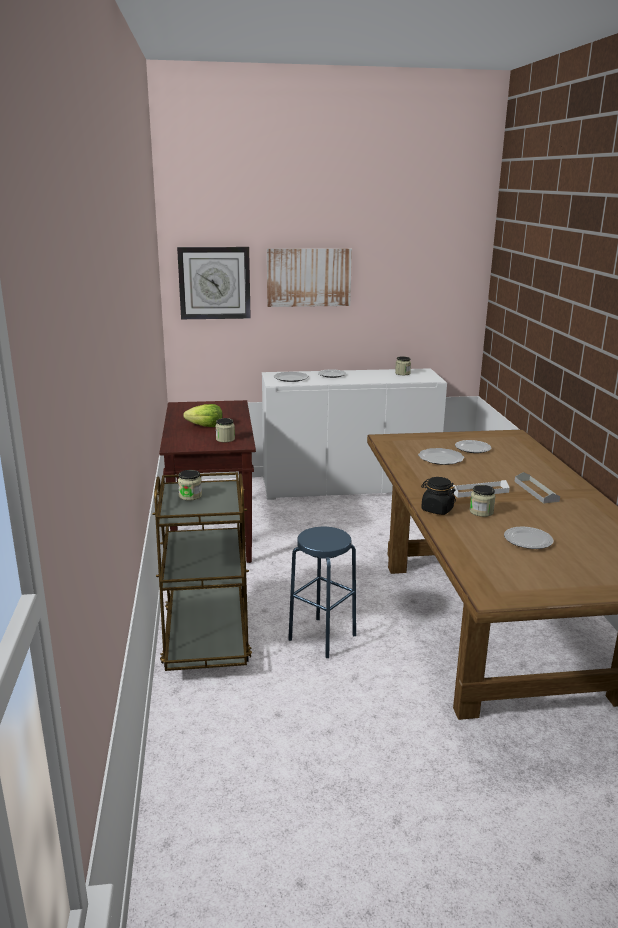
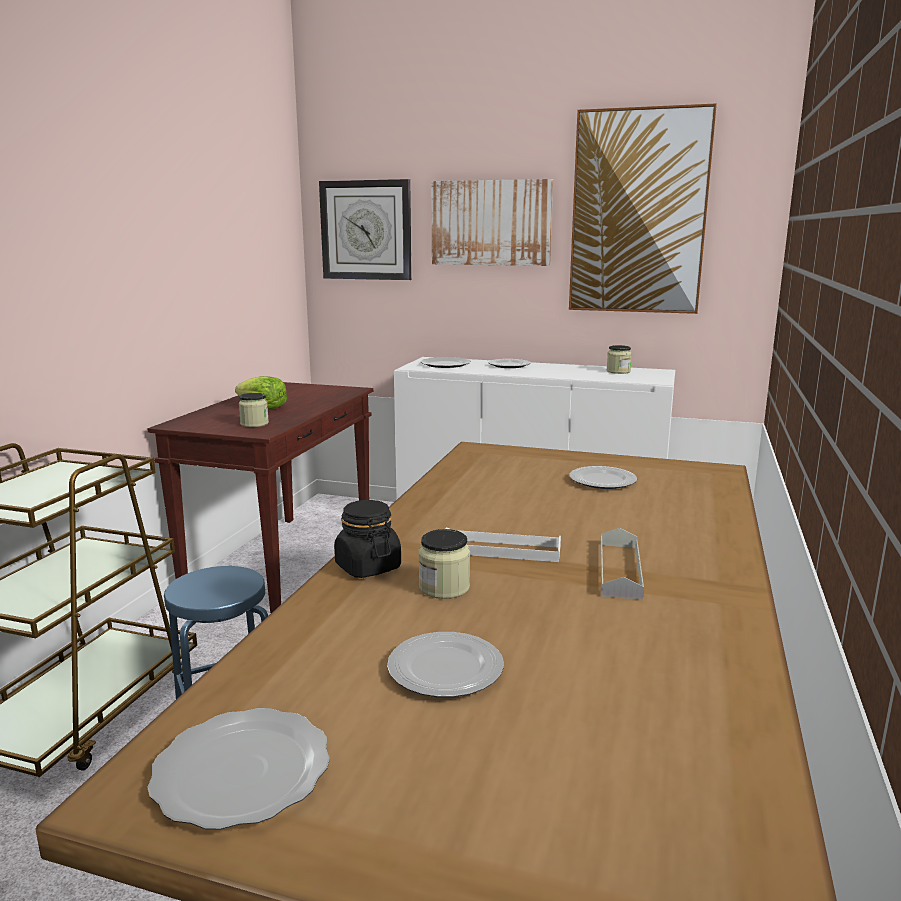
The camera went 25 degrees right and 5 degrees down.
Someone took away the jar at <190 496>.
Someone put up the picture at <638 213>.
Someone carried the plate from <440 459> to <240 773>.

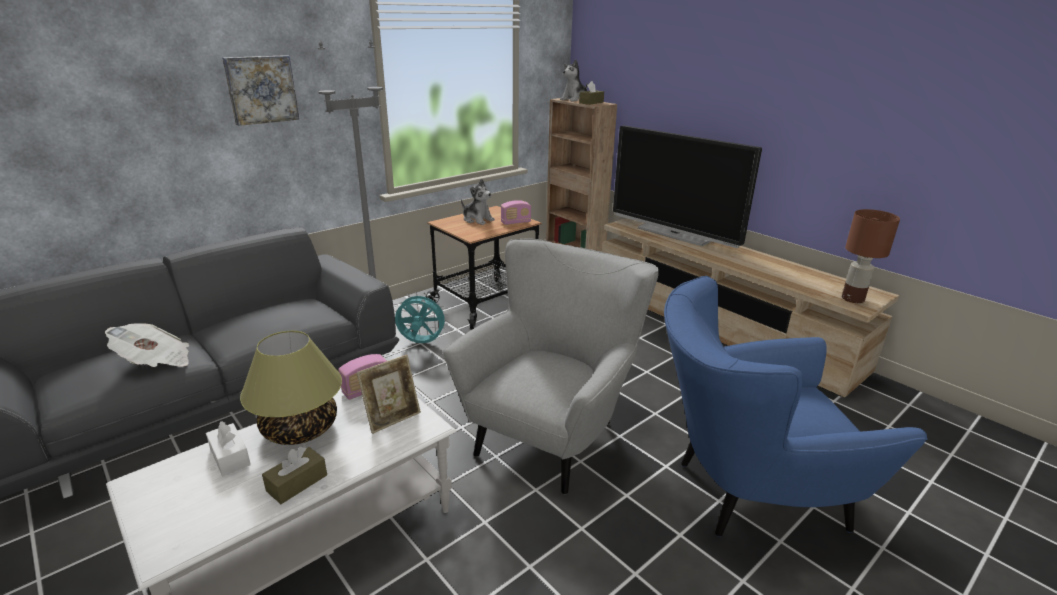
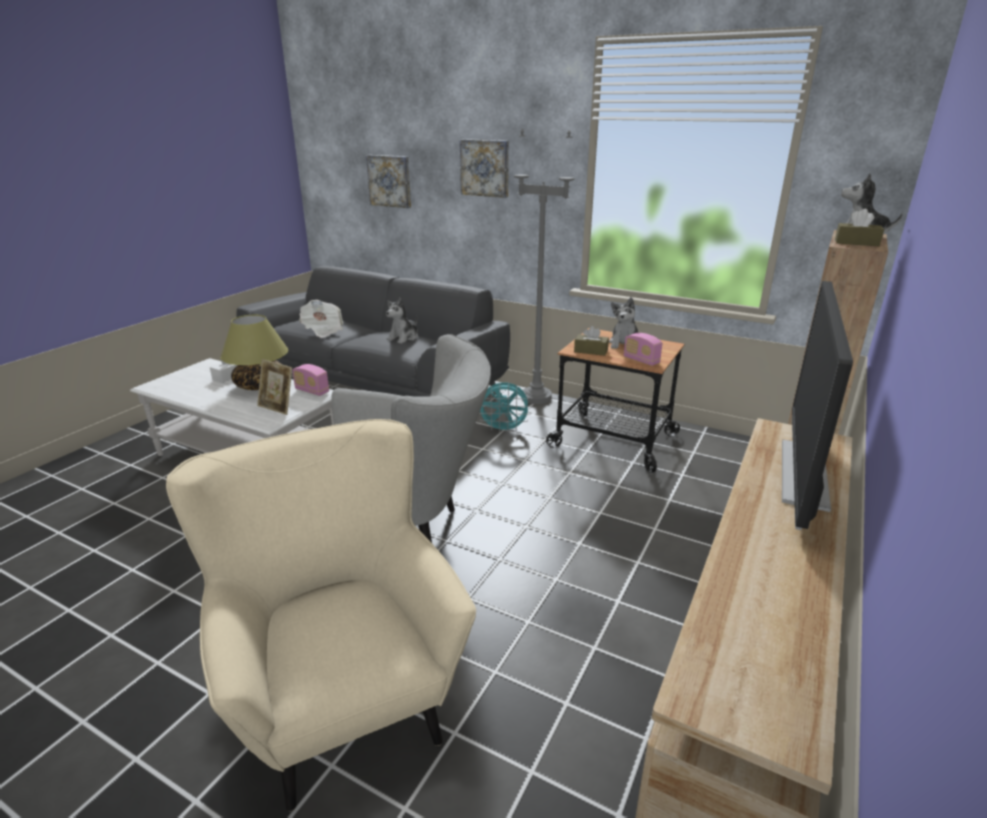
The camera went 70 degrees right and 0 degrees up.
Someone took away the brown table lamp at <853 299>.
Someone put up the picture at <390 181>.
Someone put down the plush toy at <403 338>.
Someone carried the brown tissue box from <297 483> to <591 351>.
Someone repainted the blue armchair at <747 494>, which became the beige armchair at <341 692>.
Someone rotated the turquoise fan at <421 343> by 105 degrees clockwise.

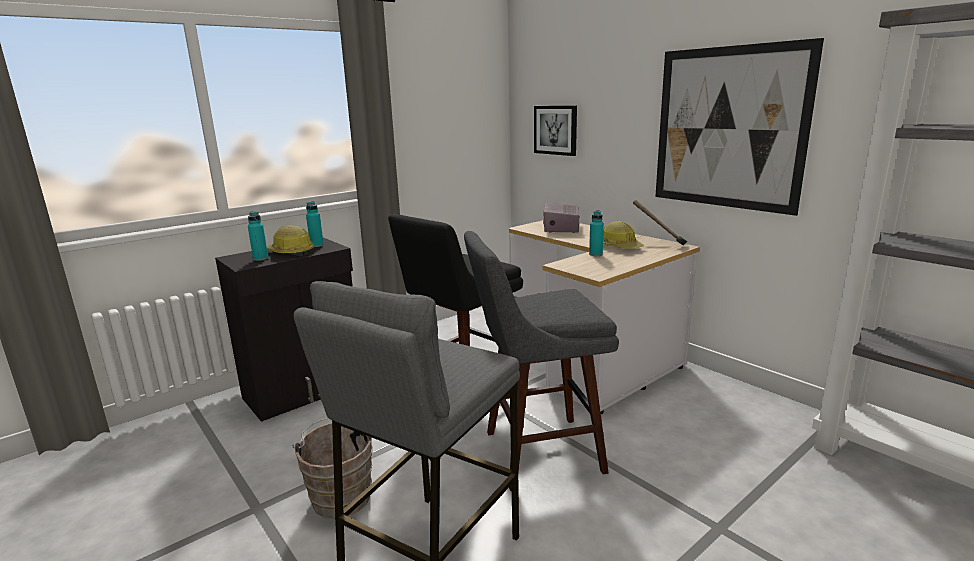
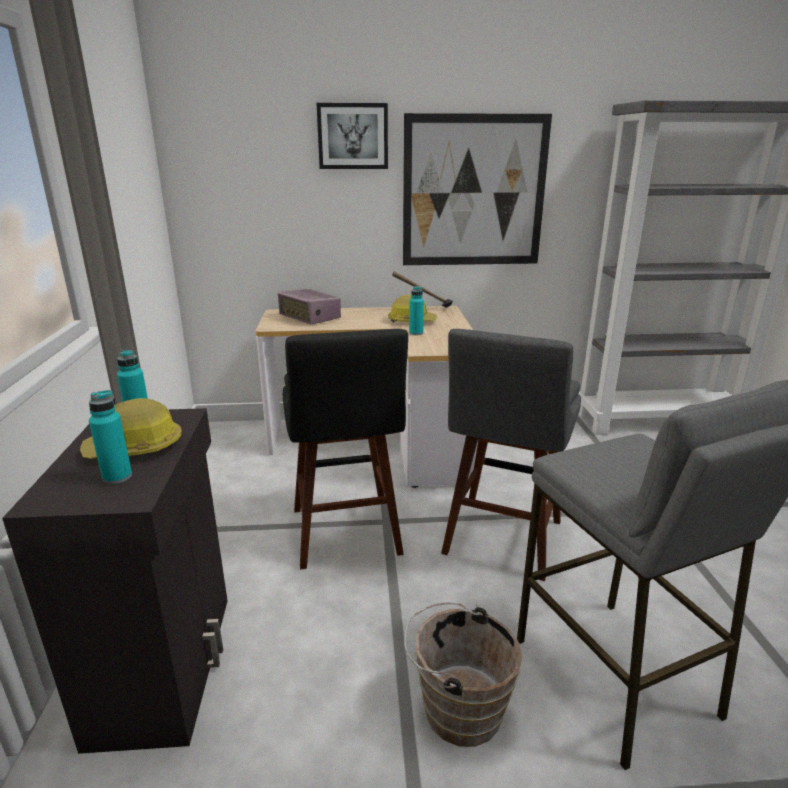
The camera went 55 degrees left and 5 degrees up.
Someone carried the picture from <556 130> to <353 136>.

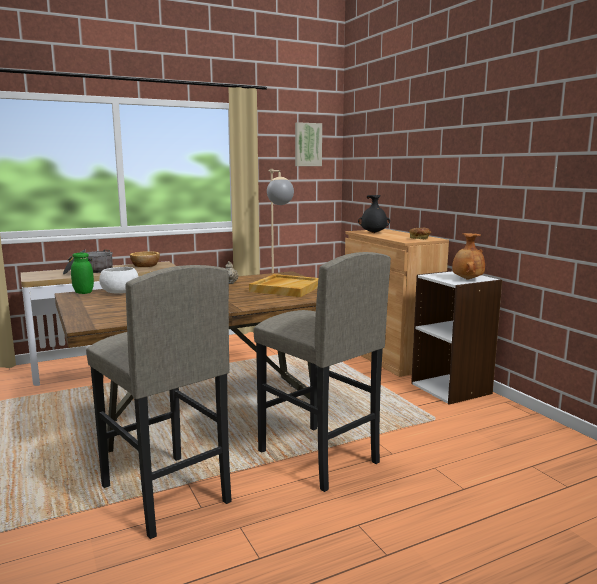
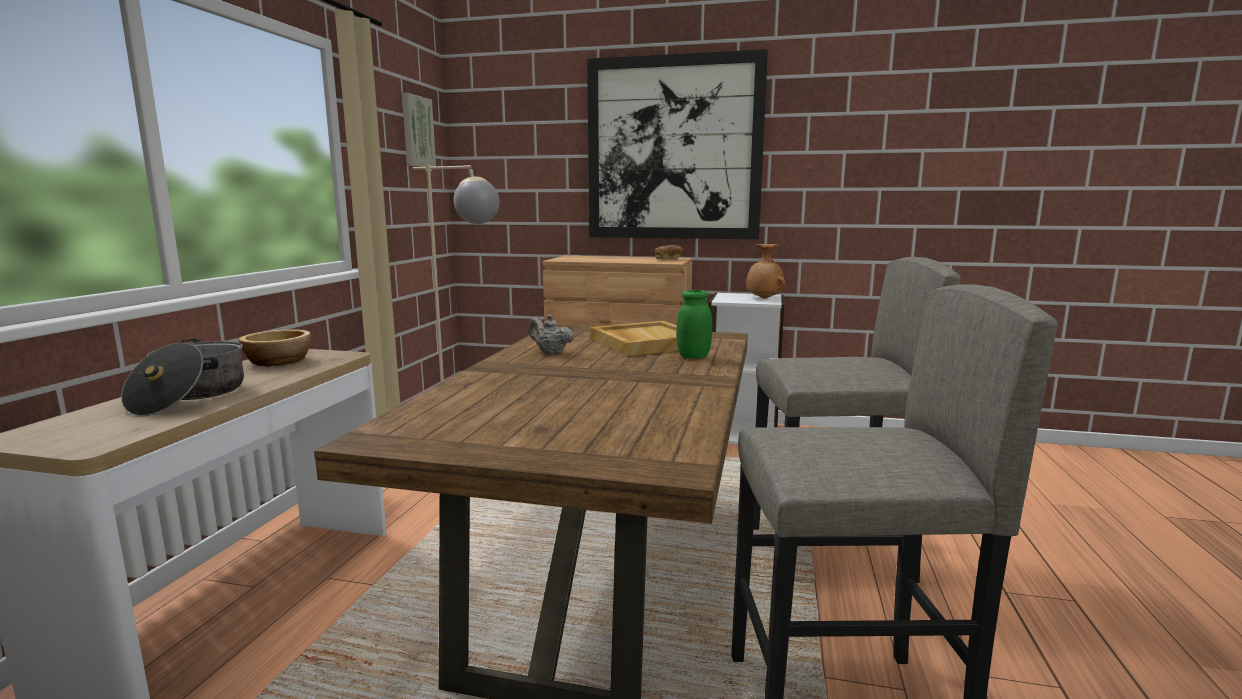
The camera went 50 degrees left and 0 degrees up.
Someone took away the white bowl at <120 292>.
Someone took away the black vase at <373 233>.
Someone put up the picture at <673 149>.
Someone carried the green jar from <83 292> to <693 357>.

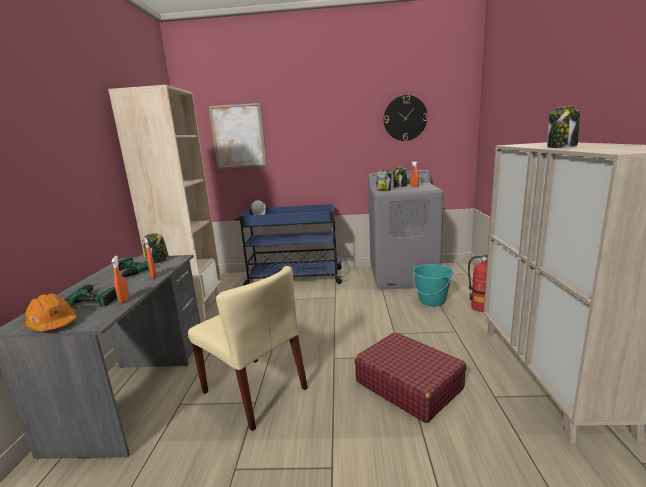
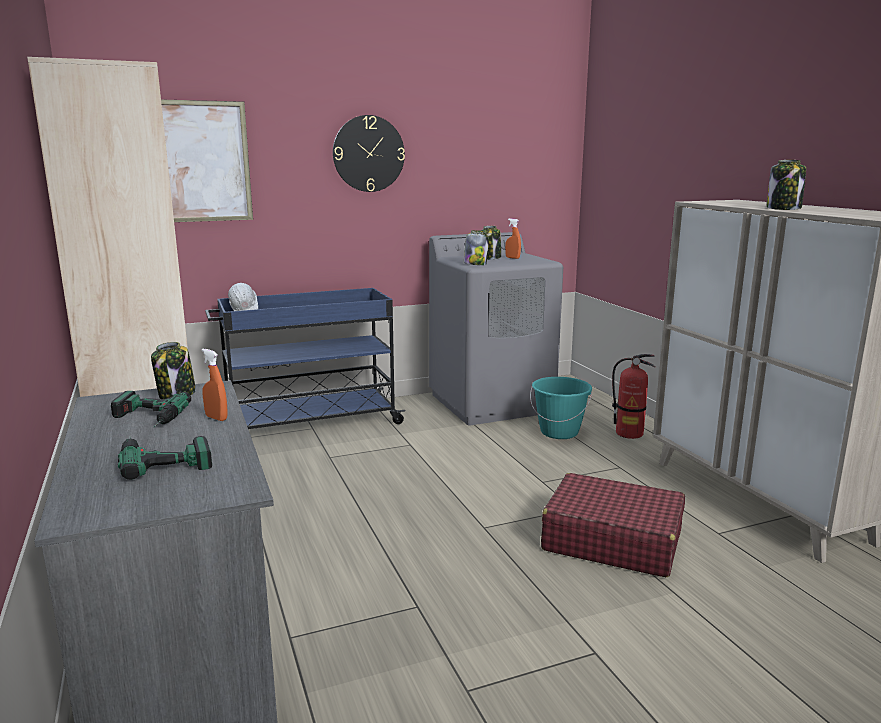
The camera went 25 degrees left and 0 degrees up.
Someone took away the orange hard hat at <53 324>.
Someone took away the orange spray bottle at <124 300>.
Someone took away the beige chair at <255 390>.
Someone carried the wall clock from <405 118> to <368 154>.

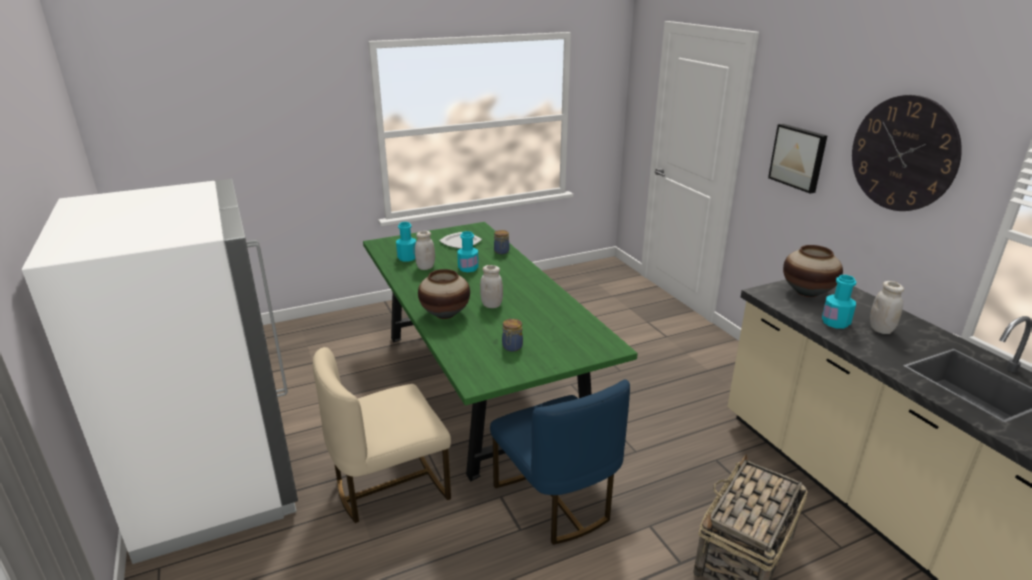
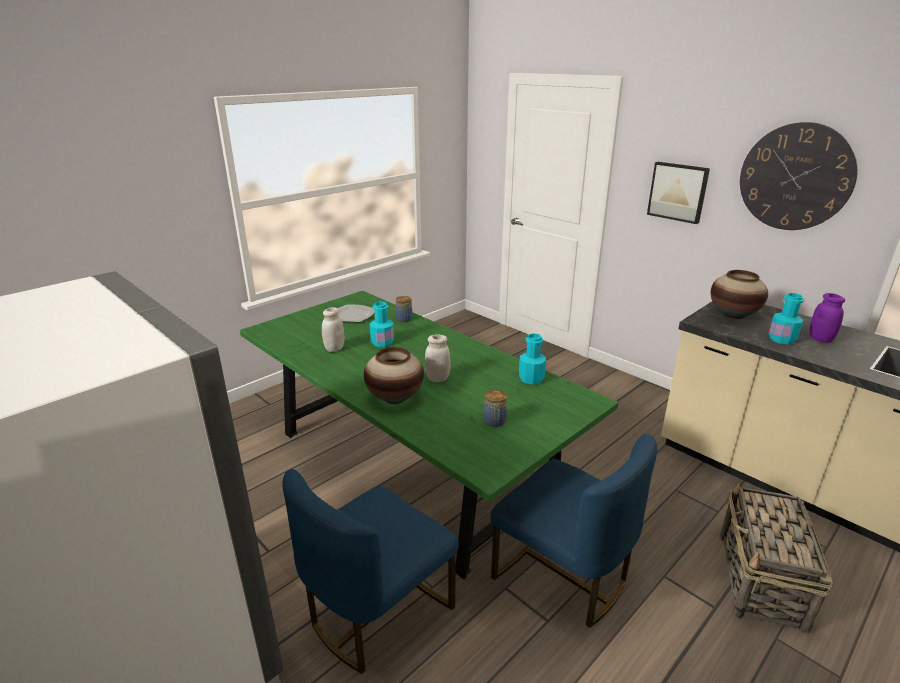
The camera went 20 degrees left and 0 degrees up.
Someone carried the turquoise bottle from <407 258> to <531 378>.
Someone repainted the beige chair at <390 485>, which became the blue chair at <377 611>.
Someone repainted the white jar at <881 329>, which became the purple jar at <820 339>.

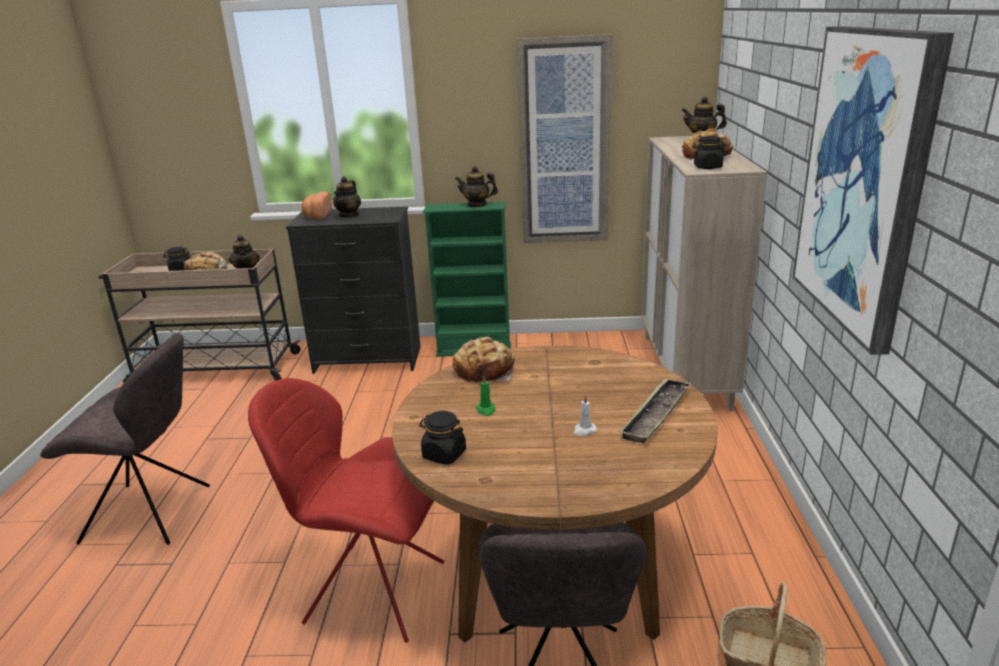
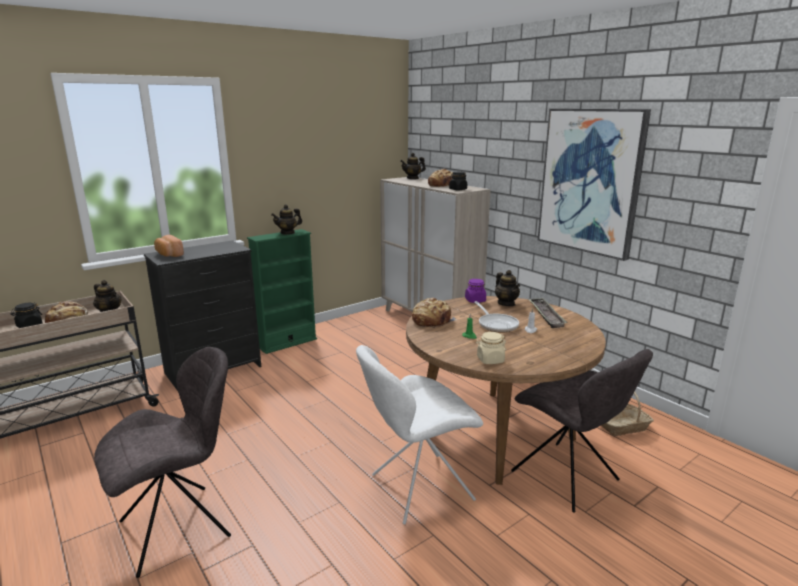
The camera went 40 degrees left and 5 degrees down.
Someone took away the picture at <564 143>.
Someone put down the purple jar at <475 300>.
Someone put down the frying pan at <496 324>.
Someone carried the teapot from <349 215> to <506 303>.
Someone repainted the red chair at <370 590>, which became the white chair at <418 488>.
Someone repainted the black jar at <444 454>, which became the beige jar at <490 360>.

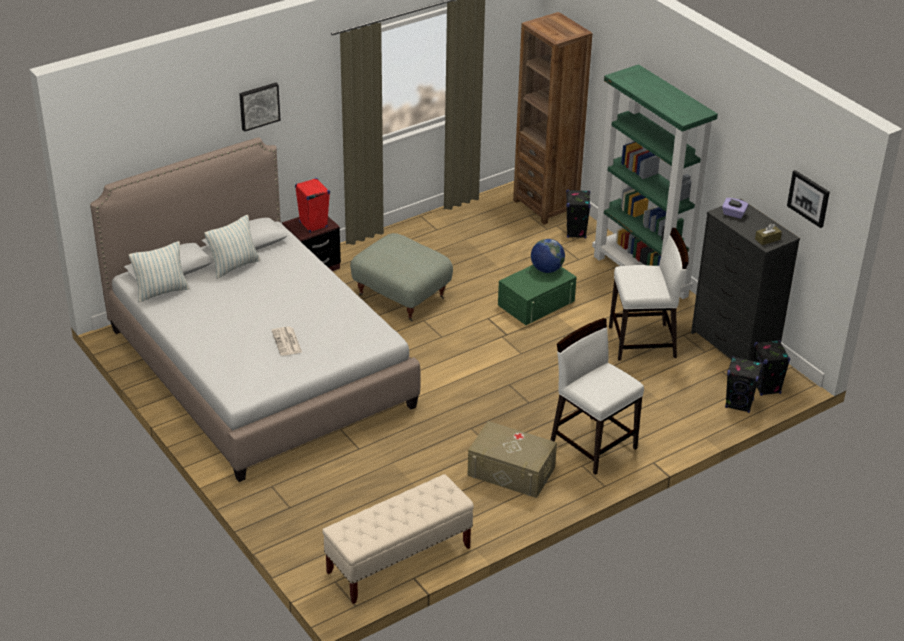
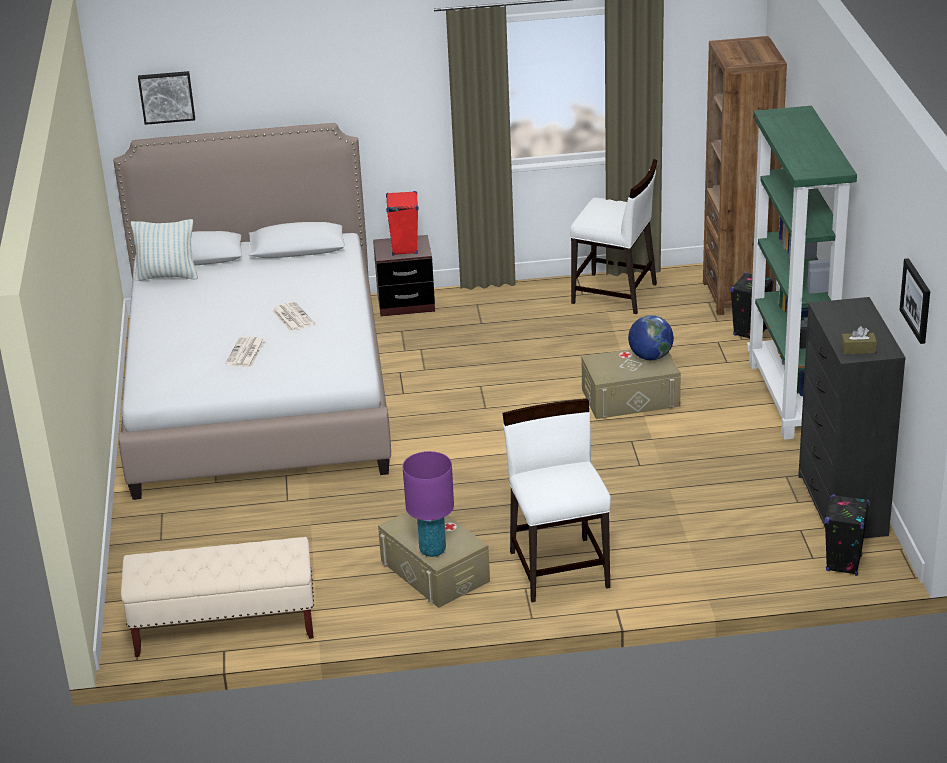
The camera went 30 degrees right and 5 degrees down.
Someone took away the pillow at <234 266>.
Someone took away the grey ottoman at <402 296>.
Someone took away the purple tissue box at <733 214>.
Someone took away the black speaker at <739 404>.
Someone put down the newspaper at <292 317>.
Someone put down the purple table lamp at <433 550>.
Someone carried the picture from <259 106> to <166 96>.
Someone carried the white chair from <643 342> to <615 294>.
Someone repainted the green storage box at <536 303>, which became the beige storage box at <630 398>.

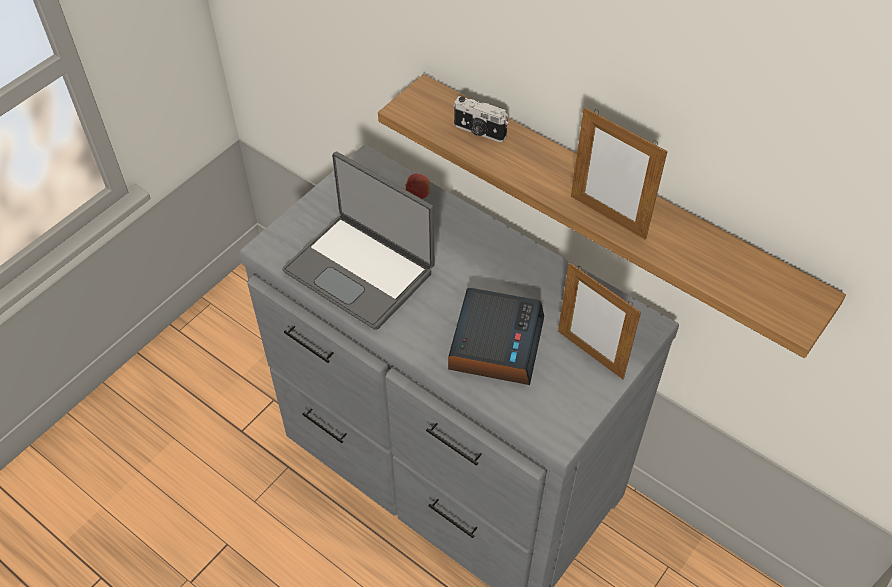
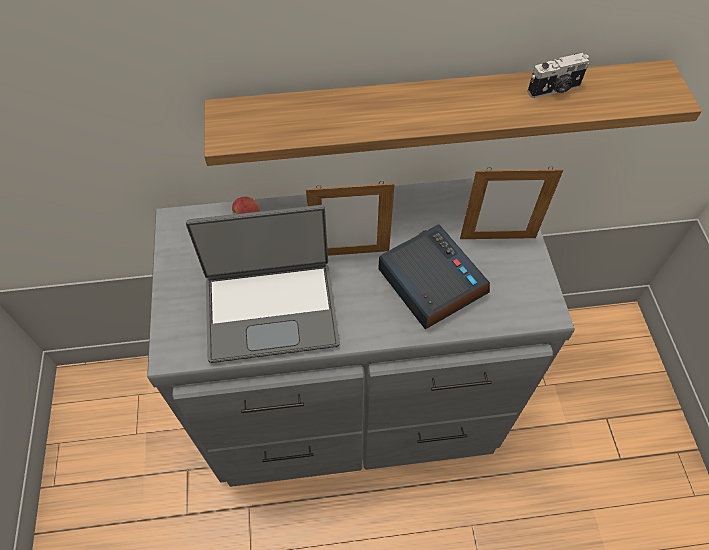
The camera went 45 degrees left and 5 degrees up.
Someone carried the photo camera from <479 132> to <554 90>.
Someone carried the picture frame from <607 217> to <350 253>.

